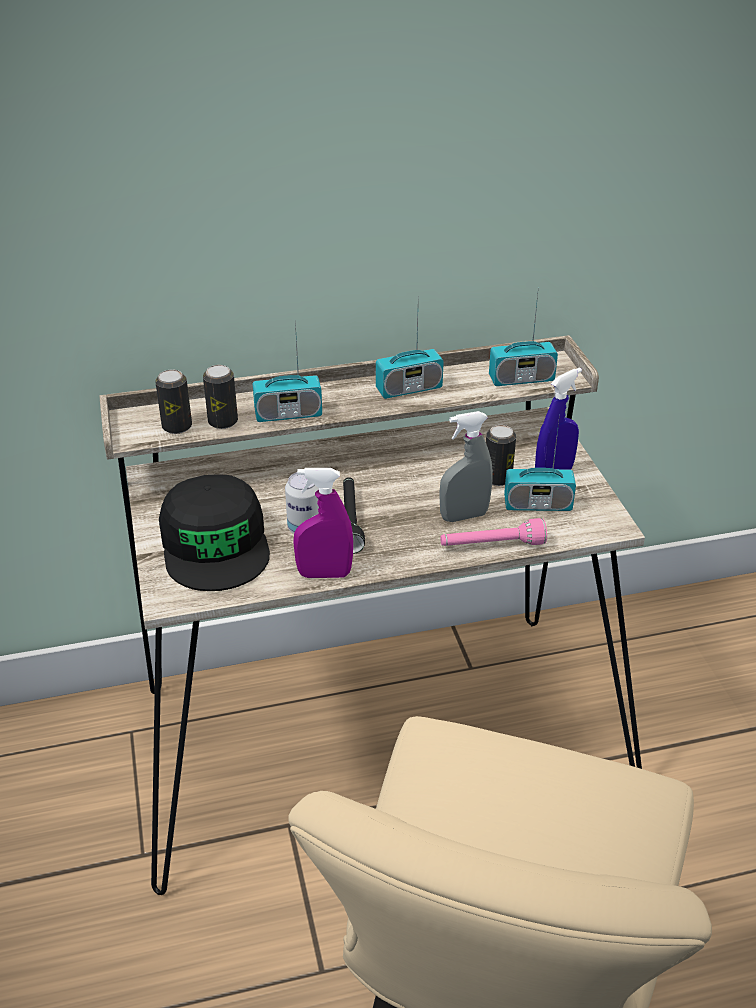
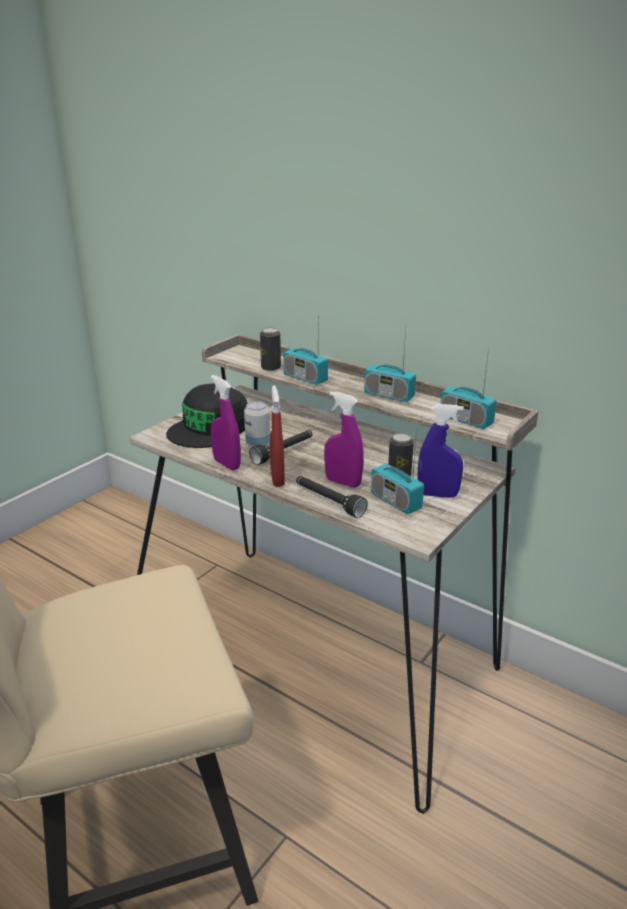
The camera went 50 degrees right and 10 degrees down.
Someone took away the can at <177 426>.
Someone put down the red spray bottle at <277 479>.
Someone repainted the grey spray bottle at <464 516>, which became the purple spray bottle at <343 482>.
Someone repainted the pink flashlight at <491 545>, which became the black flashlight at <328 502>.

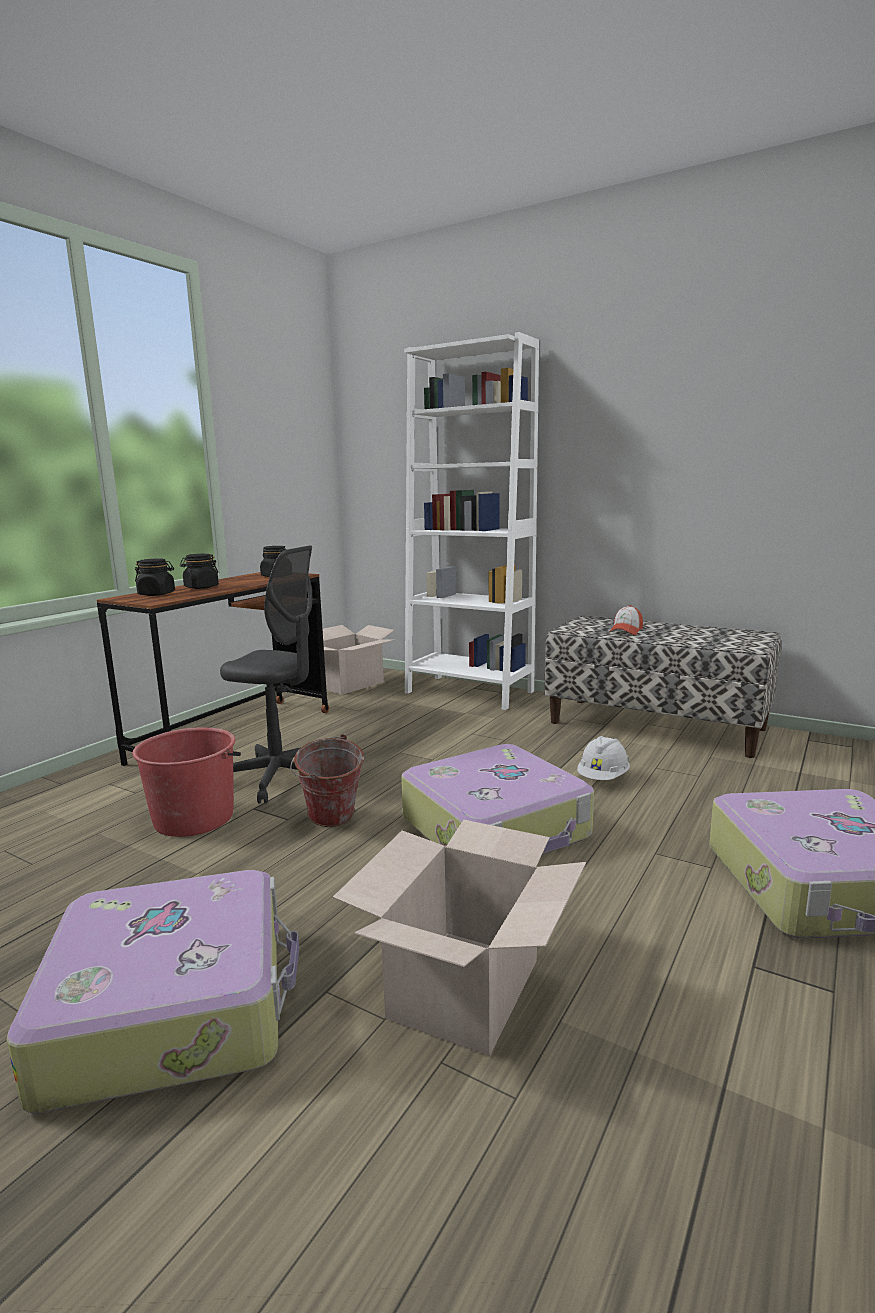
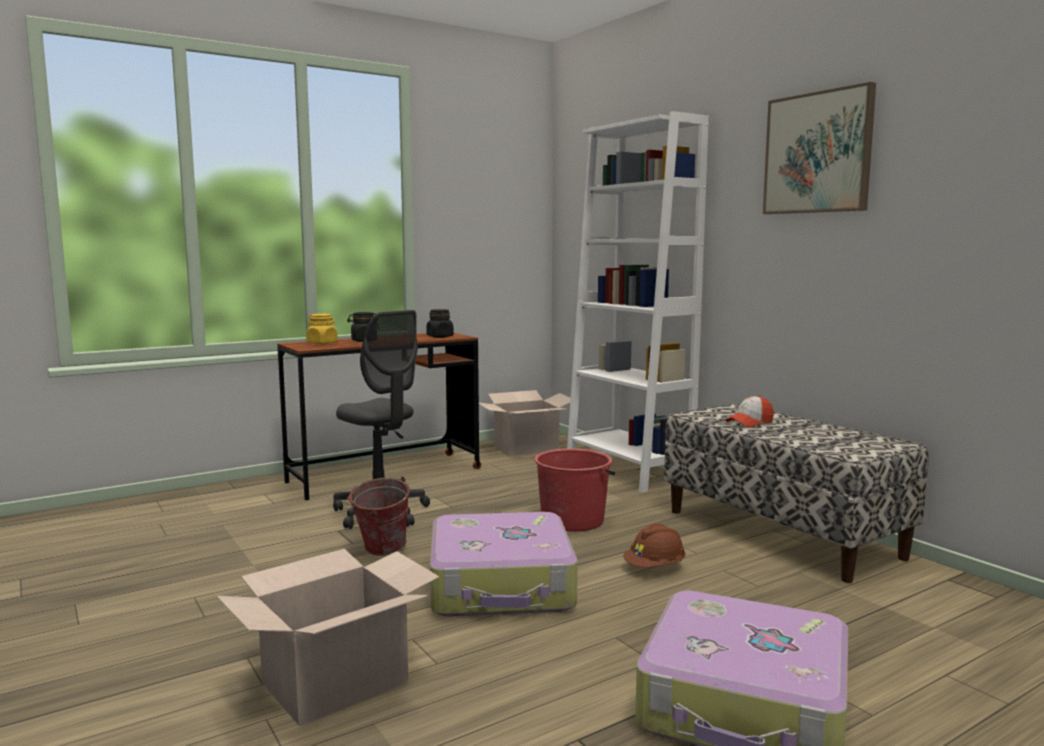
The camera went 25 degrees right and 5 degrees down.
Someone took away the suitcase at <173 1006>.
Someone put up the picture at <818 153>.
Someone carried the red bucket from <194 818> to <573 520>.
Someone repainted the black jar at <157 594>, which became the yellow jar at <322 343>.
Someone repainted the white hard hat at <603 778>, which became the brown hard hat at <655 568>.

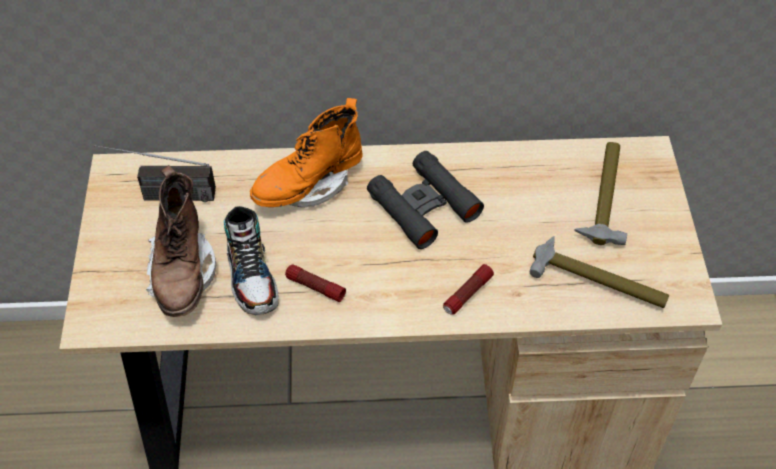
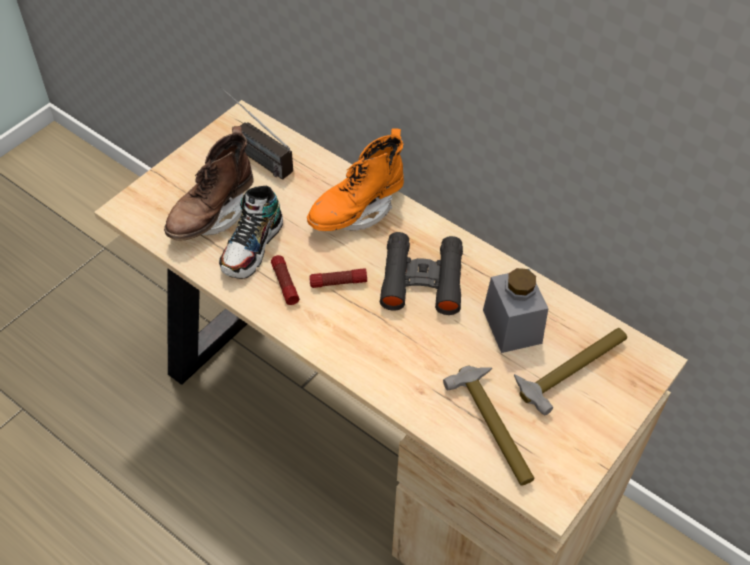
The camera went 40 degrees right and 0 degrees up.
Someone put down the grey jar at <512 326>.
Someone carried the flashlight from <467 294> to <338 282>.
Someone rotated the orange boot at <309 185> by 45 degrees counterclockwise.

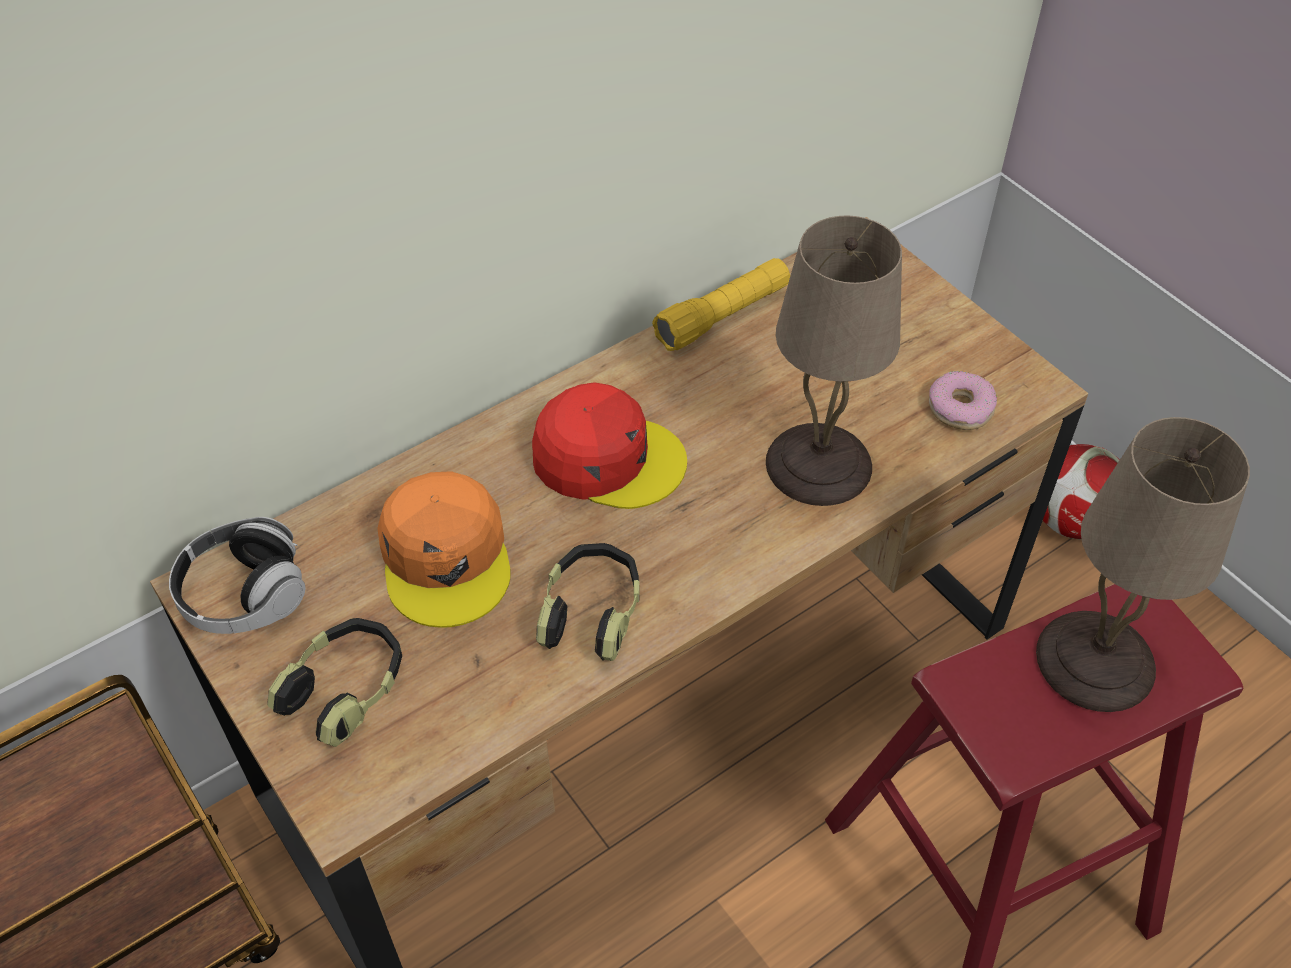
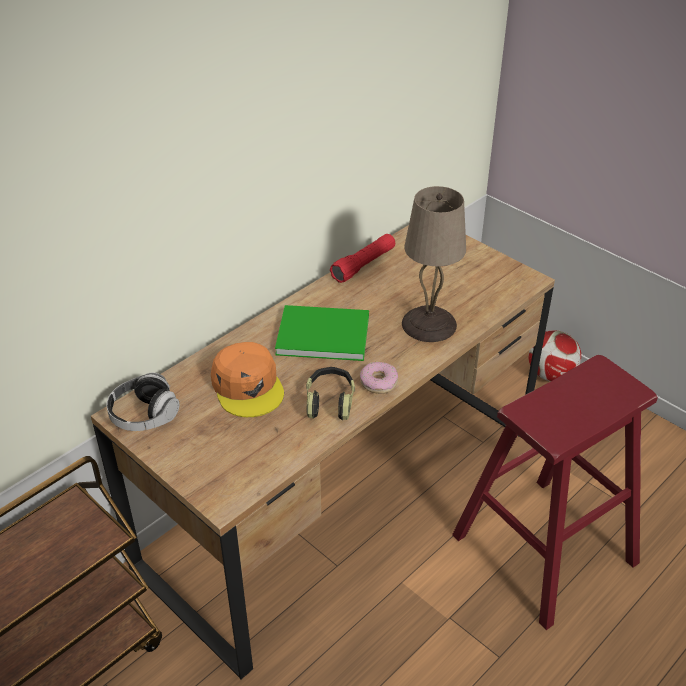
The camera went 10 degrees left and 10 degrees down.
Someone took away the headphones at <345 689>.
Someone took away the beige table lamp at <1097 662>.
Someone carried the donut from <960 408> to <379 382>.
Someone swapped the red cap at <607 458> for the green book at <320 333>.
Someone repainted the yellow flashlight at <723 317>, which became the red flashlight at <363 265>.

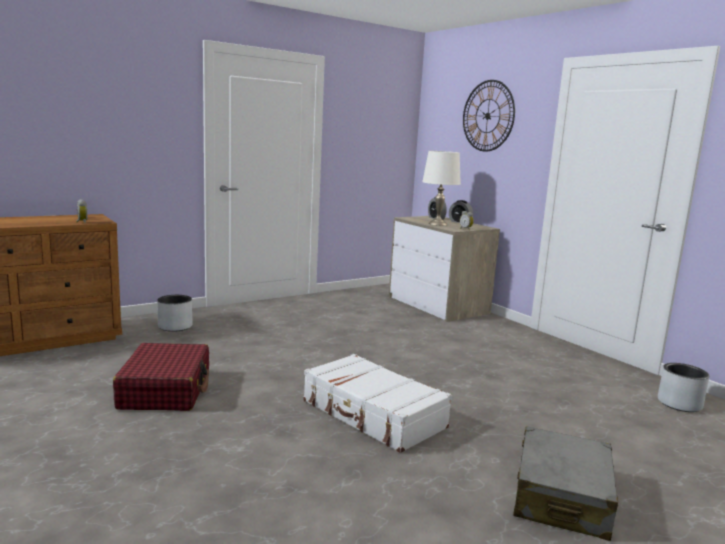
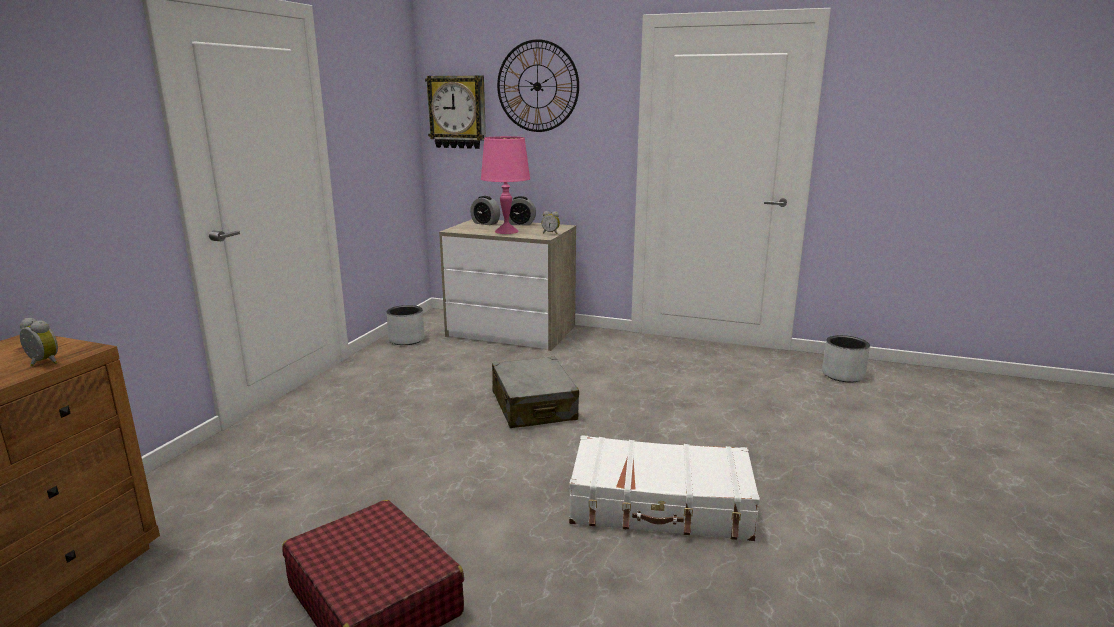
The camera went 35 degrees left and 5 degrees up.
Someone put up the wall clock at <457 112>.
Someone carried the grey planter from <175 327> to <407 340>.
Someone carried the grey suitcase from <561 498> to <534 406>.
Someone repainted the white table lamp at <437 223>, which became the pink table lamp at <506 231>.

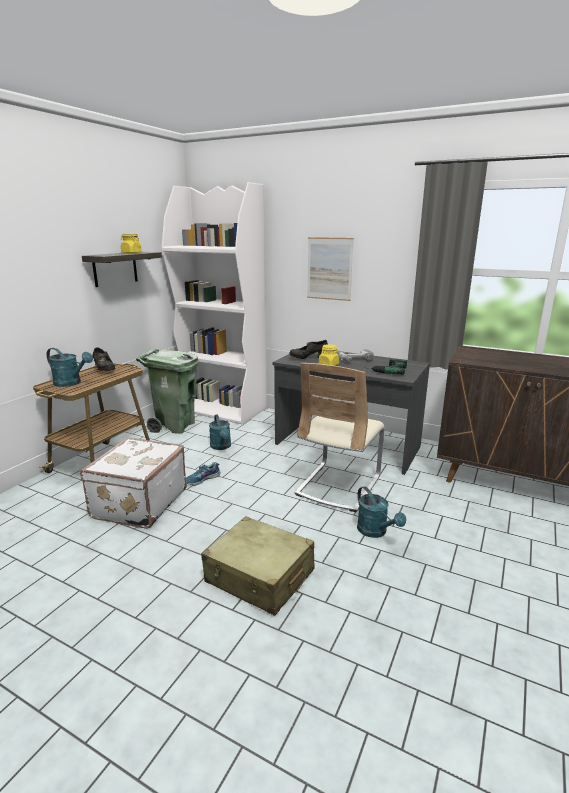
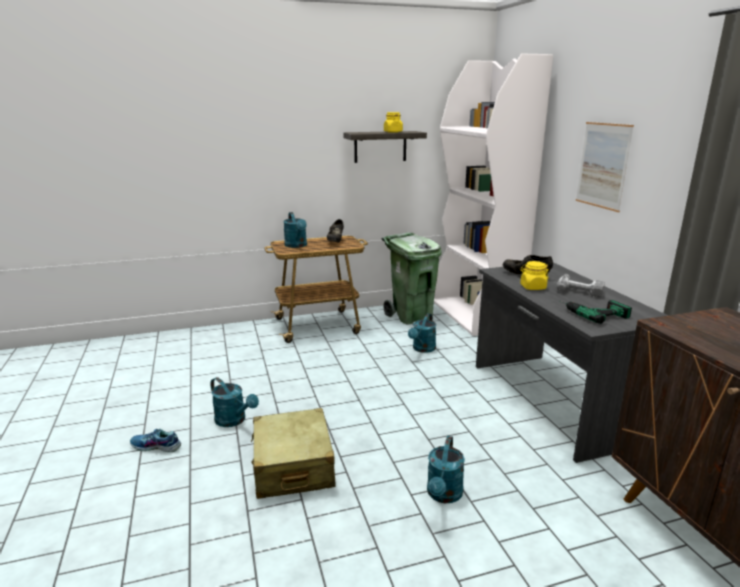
The camera went 45 degrees right and 0 degrees up.
Someone took away the white suitcase at <138 503>.
Someone took away the beige chair at <338 485>.
Someone put down the turquoise watering can at <234 420>.
Someone carried the shoe from <203 479> to <156 447>.

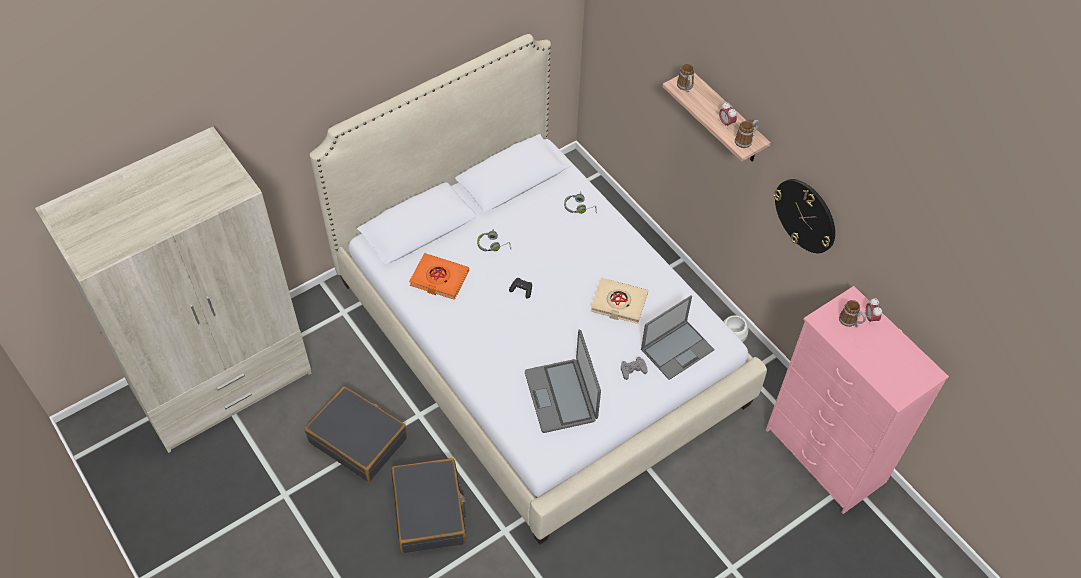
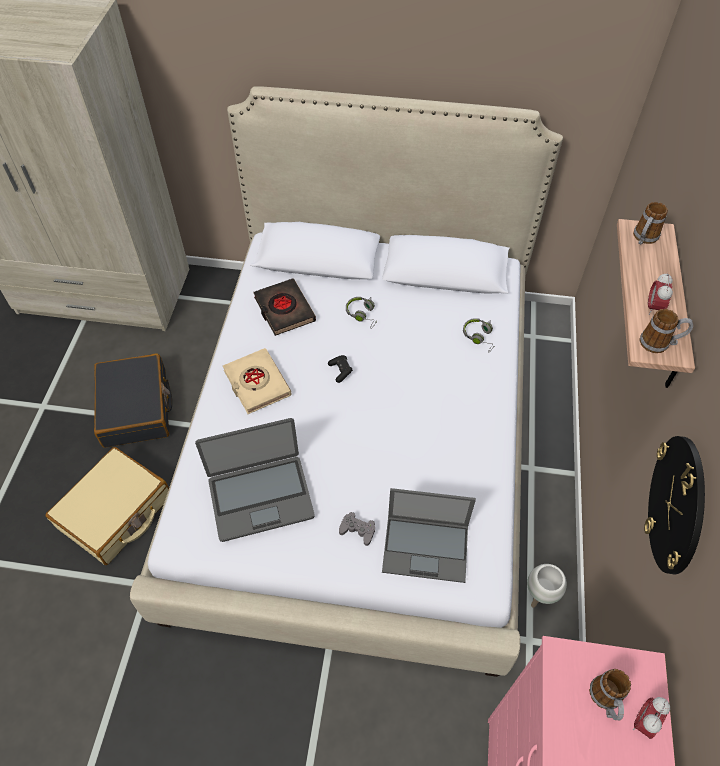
The camera went 45 degrees right and 0 degrees up.
Someone carried the beige book from <619 303> to <257 384>.
Someone repainted the black suitcase at <430 511>, which became the beige suitcase at <115 512>.
Someone repainted the orange book at <439 279>, which became the black book at <284 310>.
Someone rotated the laptop at <561 396> by 135 degrees counterclockwise.

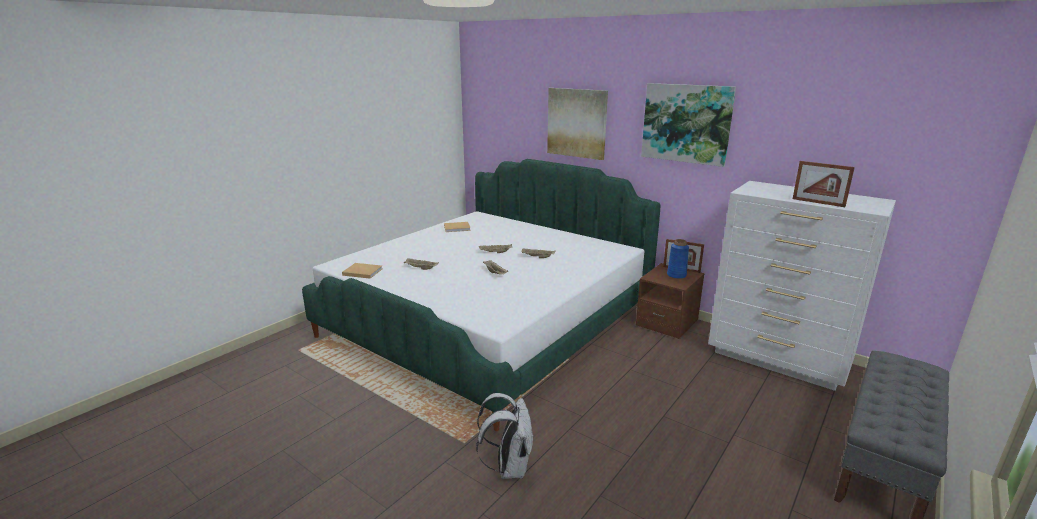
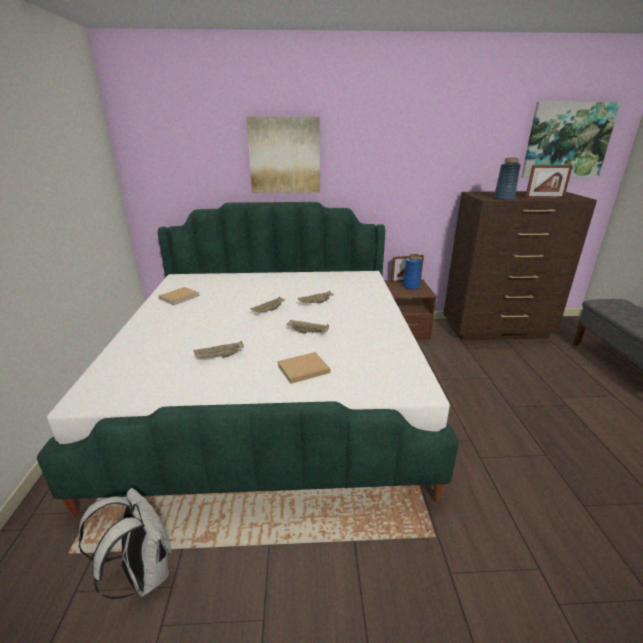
The camera went 40 degrees left and 5 degrees up.
Someone put down the blue vase at <503 198>.
Someone carried the beige book from <361 272> to <302 369>.
Someone carried the white backpack from <509 467> to <142 573>.
Someone carried the picture from <686 123> to <567 140>.
Someone repainted the white dresser at <778 359>, which became the brown dresser at <497 330>.

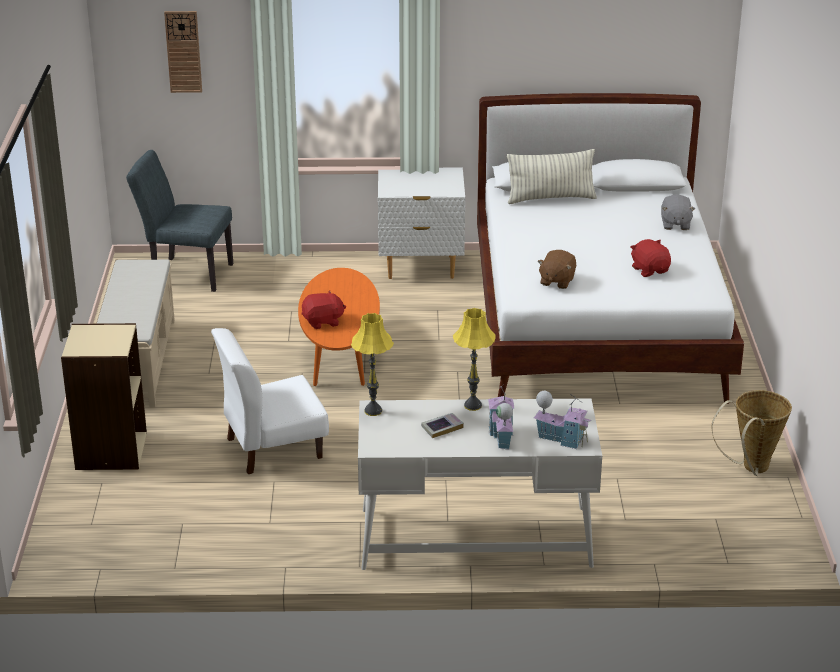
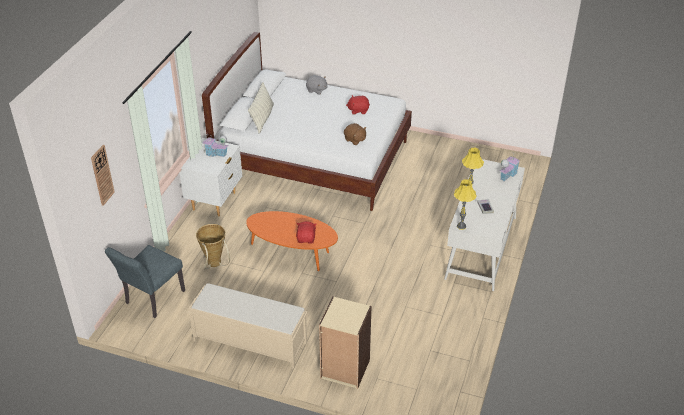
The camera went 70 degrees left and 10 degrees up.
Someone took away the white chair at <273 447>.
Someone carried the toy house from <501 436> to <216 154>.
Someone carried the basket from <751 469> to <215 265>.

